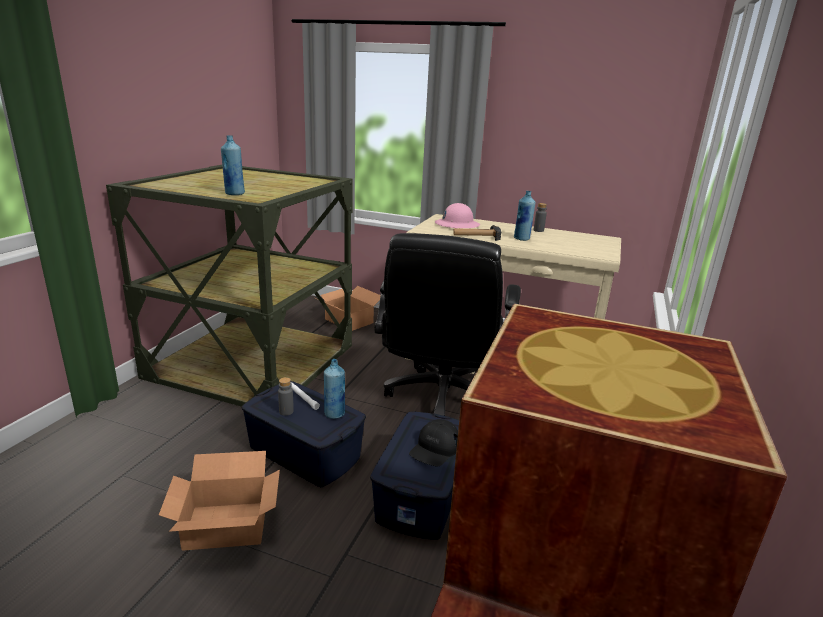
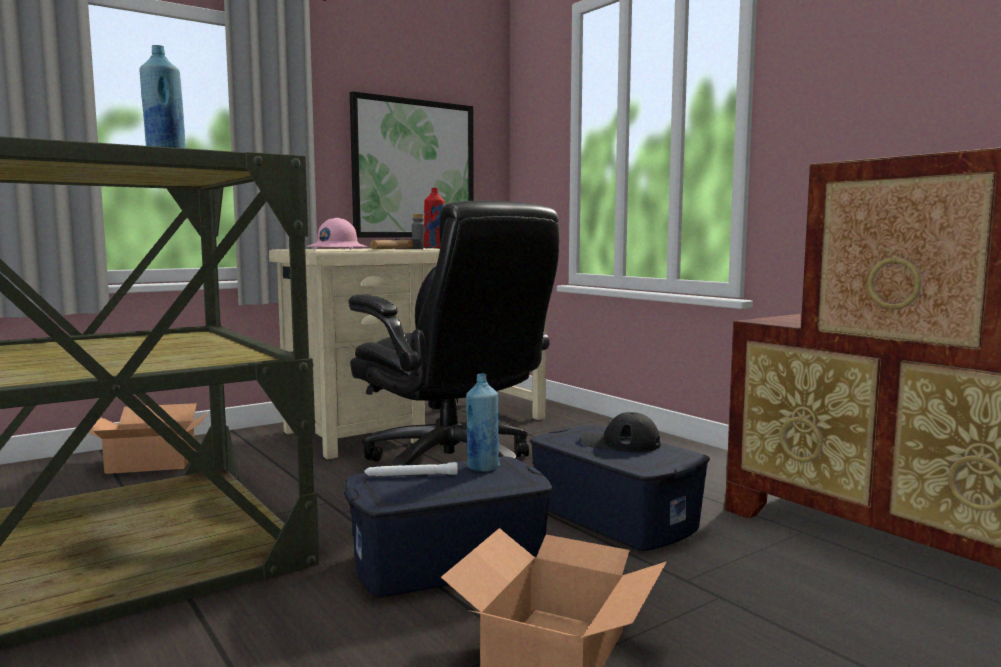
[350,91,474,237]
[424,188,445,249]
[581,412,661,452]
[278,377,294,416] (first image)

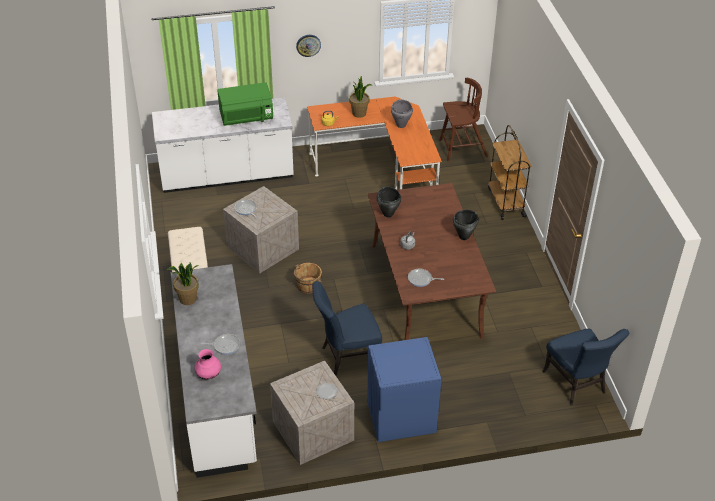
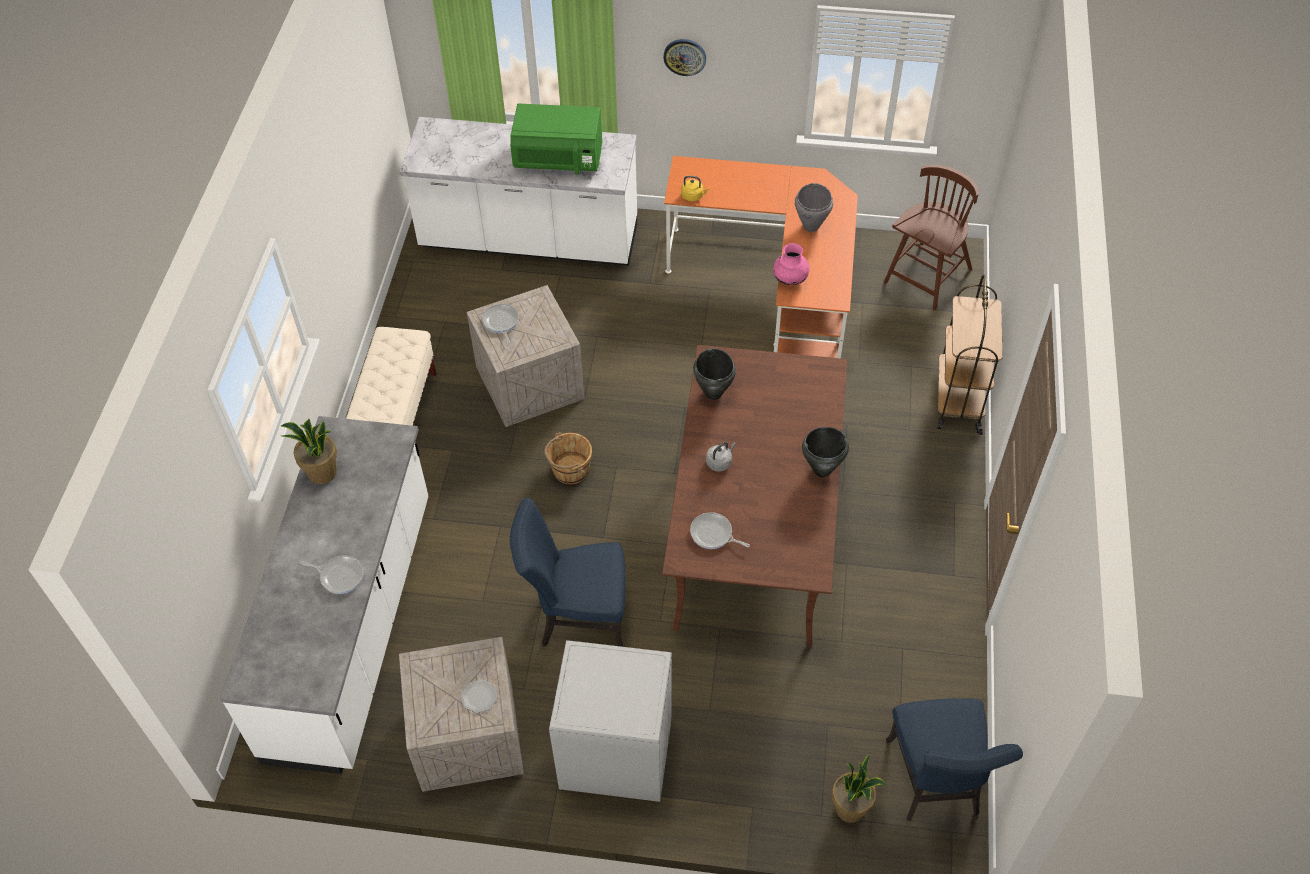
[549,640,672,802]
[773,243,810,285]
[832,755,886,823]
[883,165,979,311]

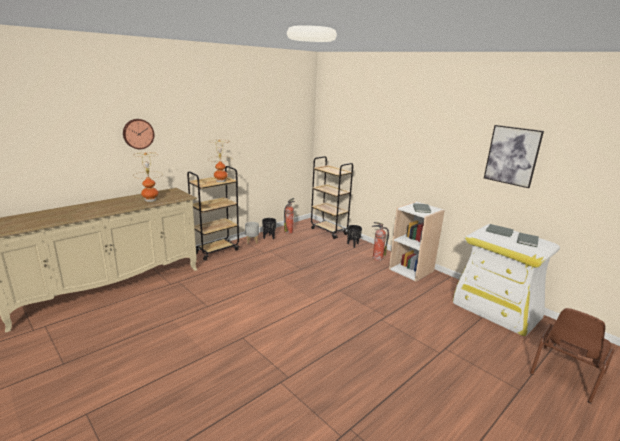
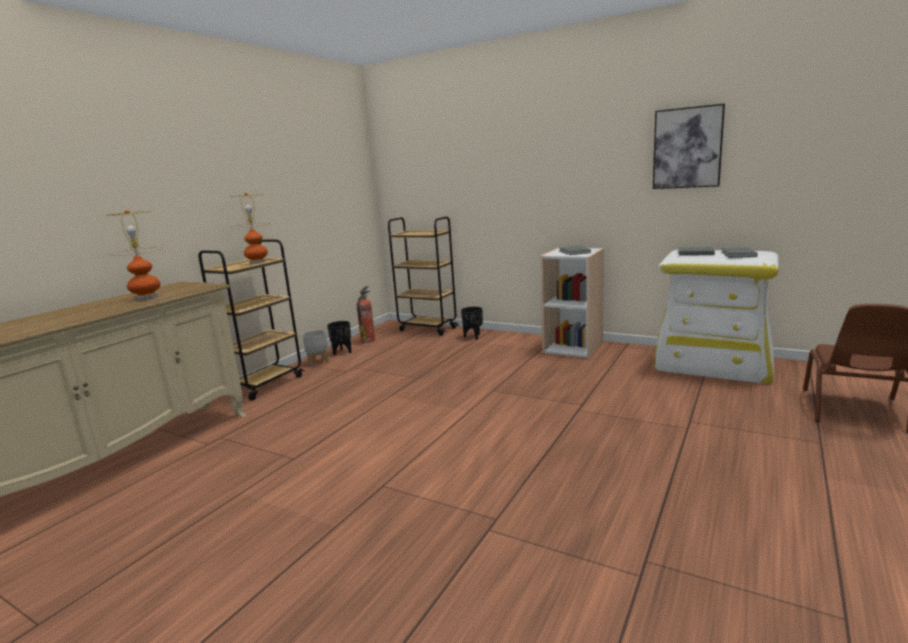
[123,119,154,149] (first image)
[372,222,389,261] (first image)

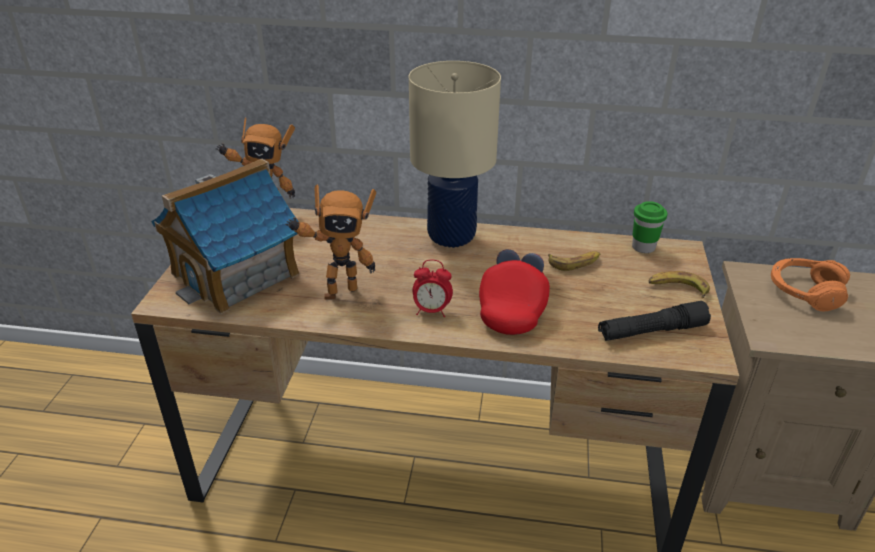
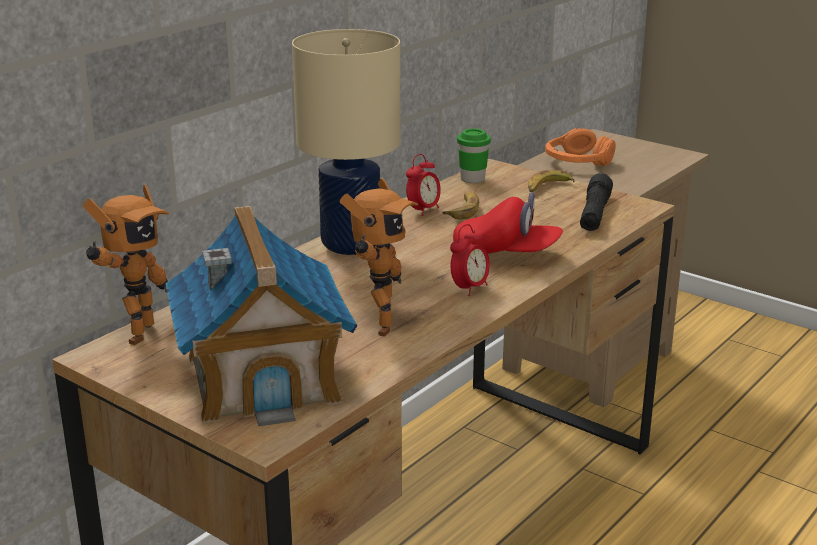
[406,154,441,216]
[453,192,563,253]

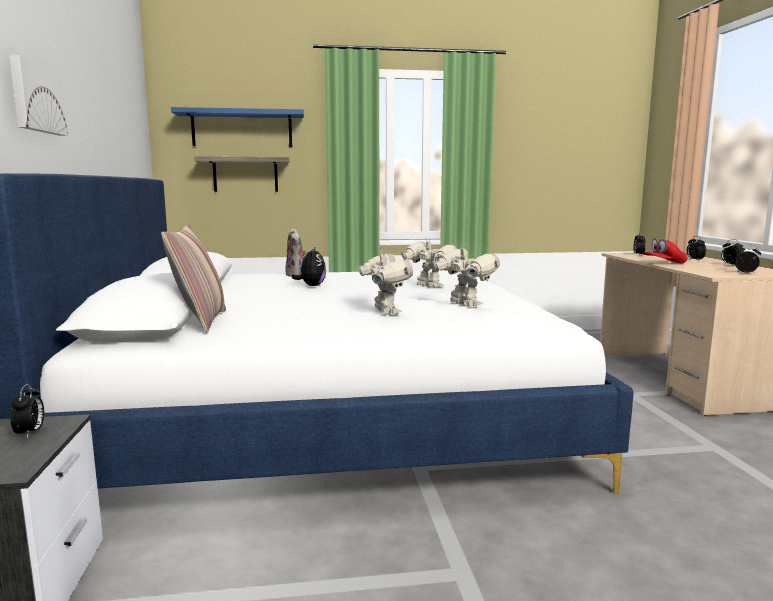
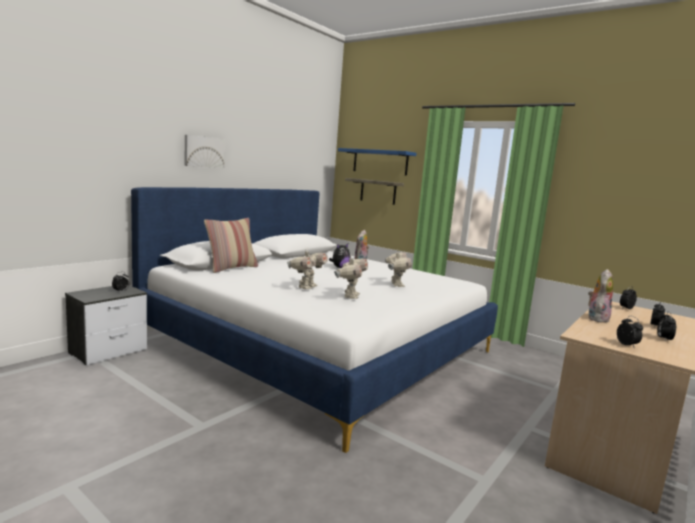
[588,269,613,323]

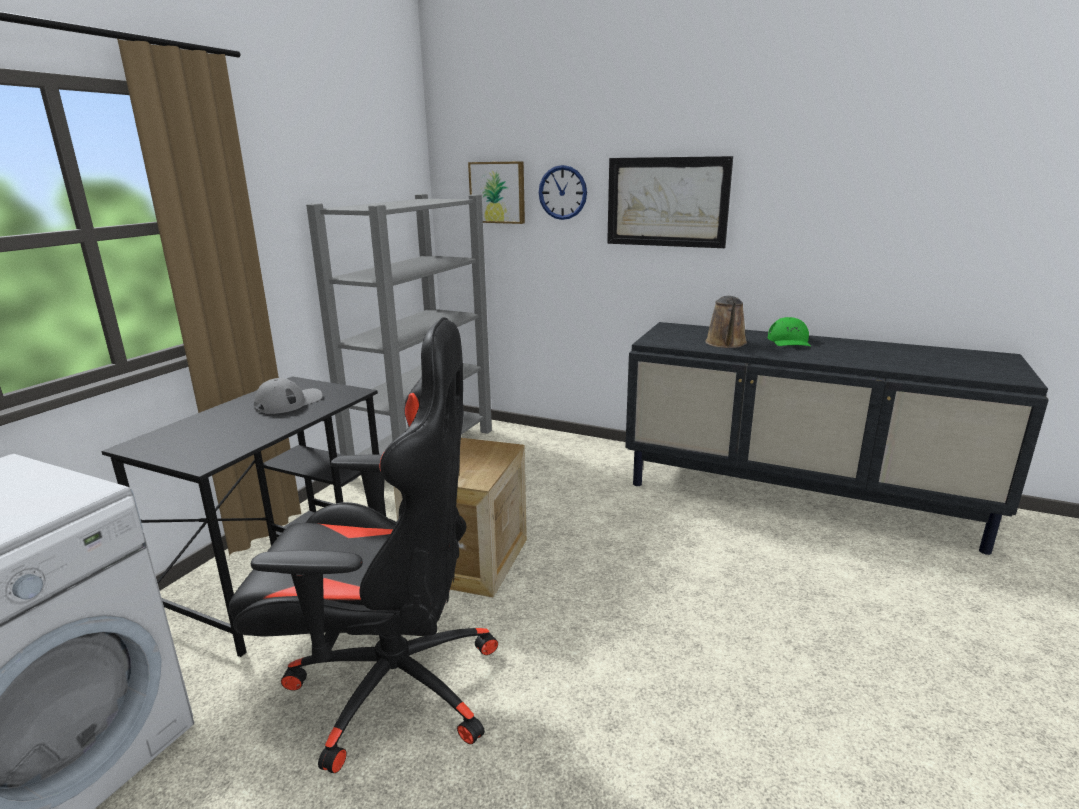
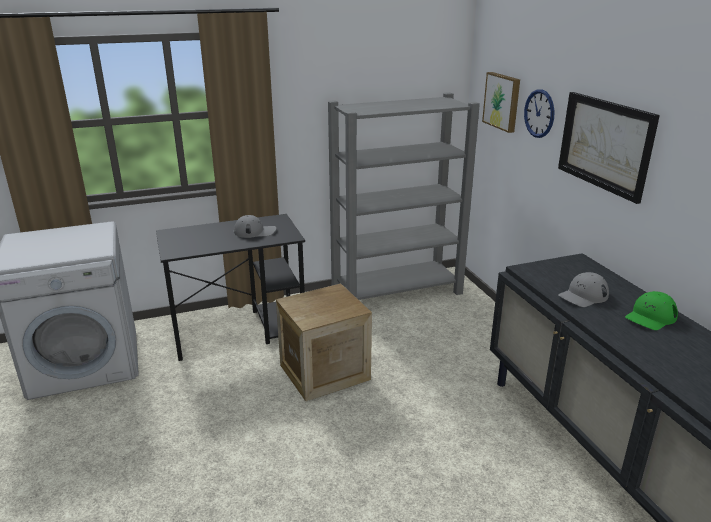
[558,272,609,307]
[229,317,498,773] (first image)

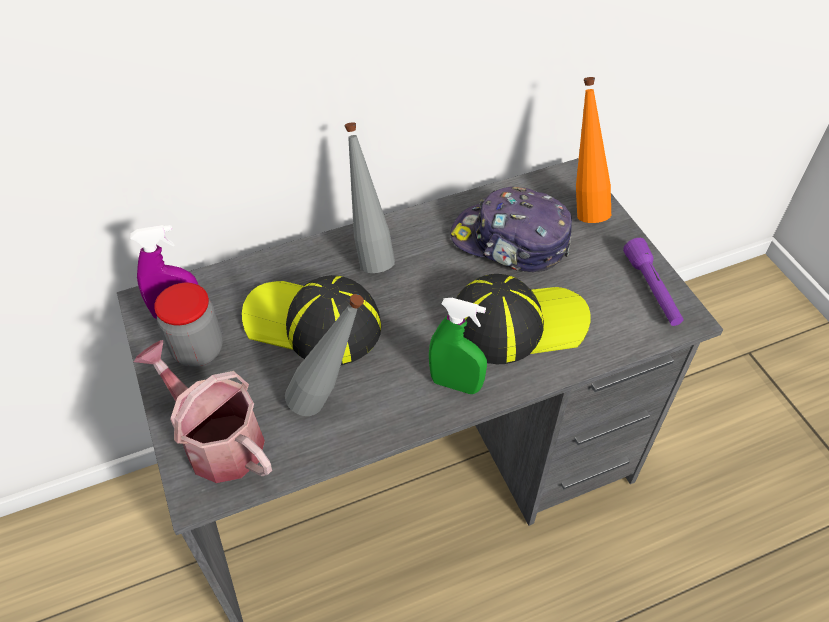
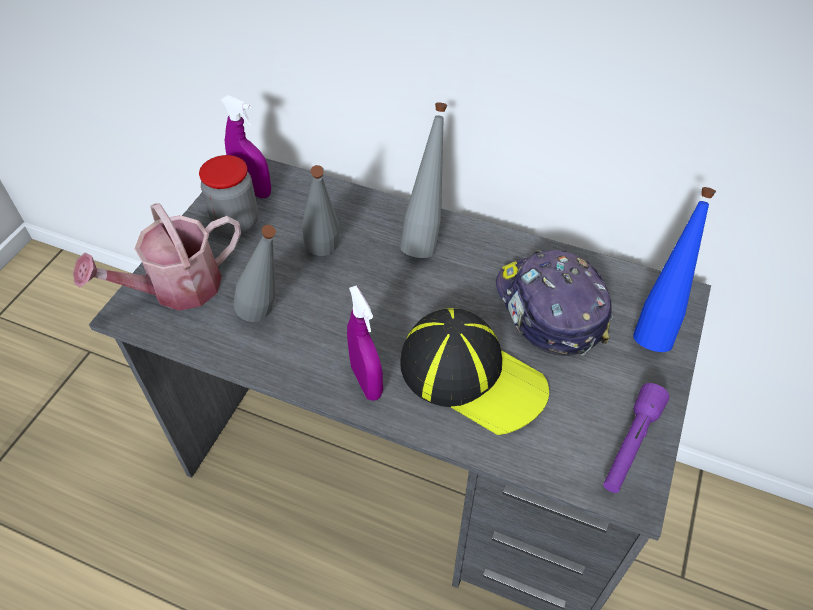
[73,203,241,311]
[302,165,339,256]
[347,285,383,401]
[633,187,716,352]

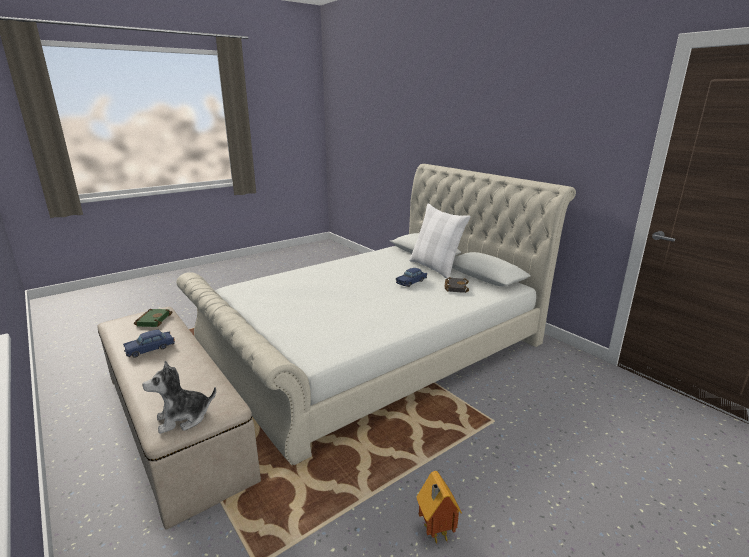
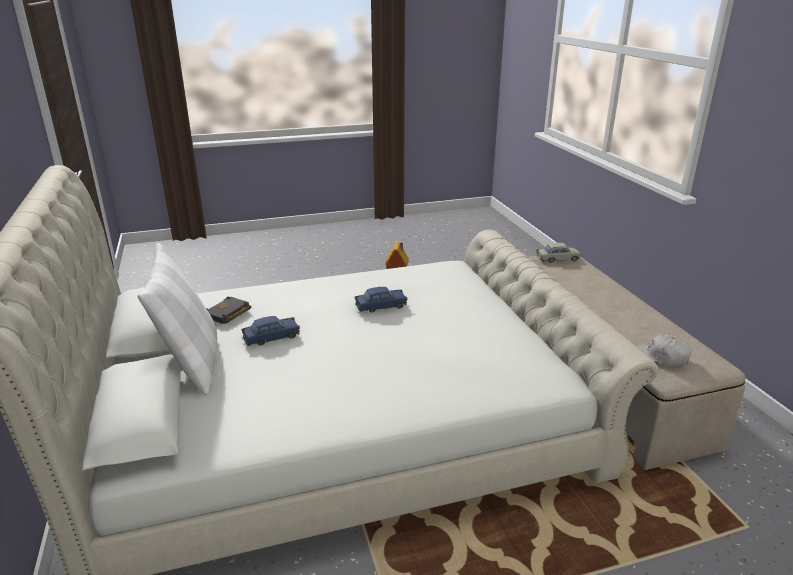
[355,287,407,312]
[537,243,582,263]
[636,334,691,366]

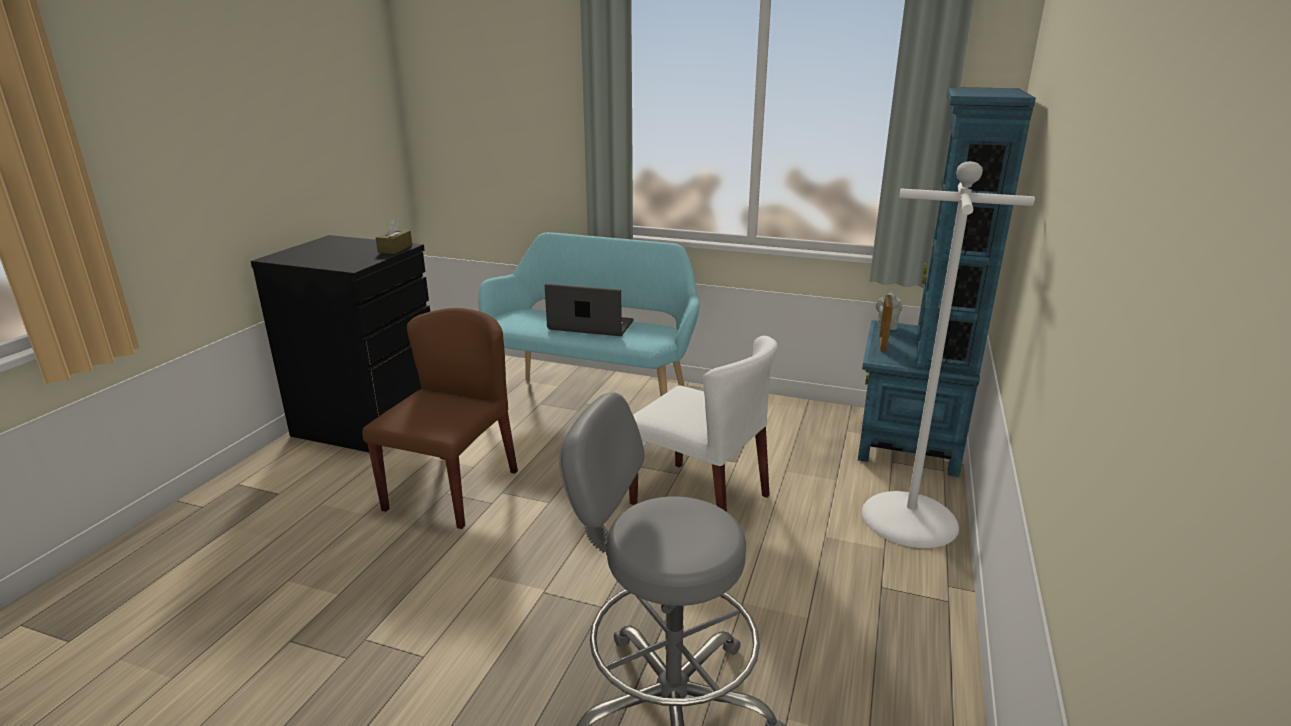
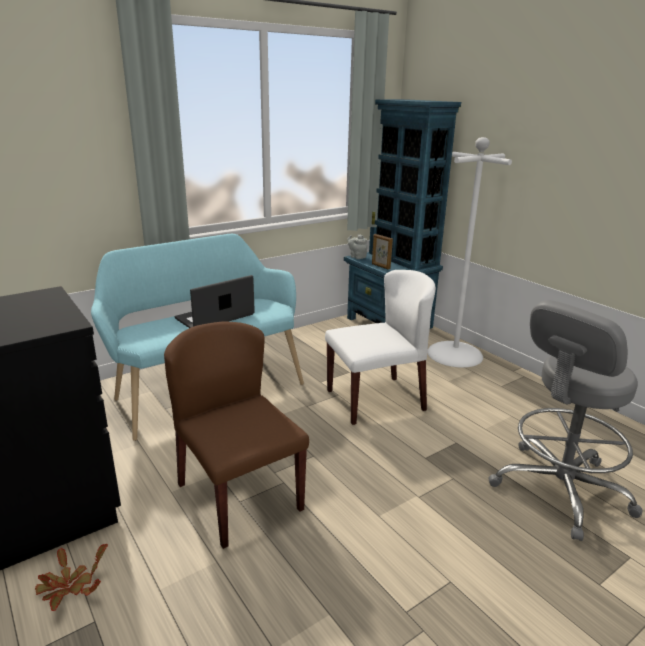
[35,544,108,611]
[376,219,412,254] (first image)

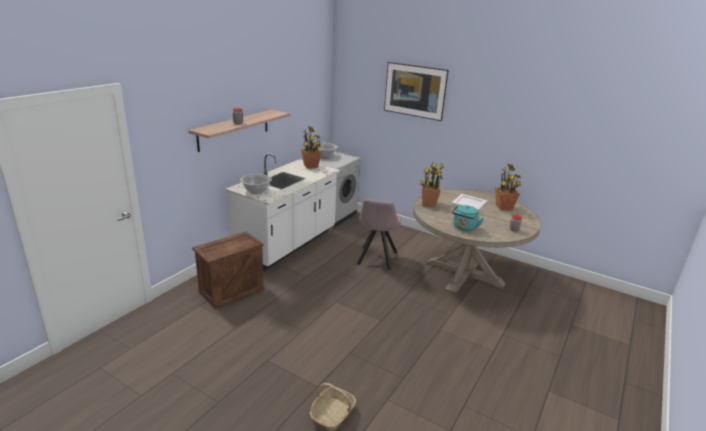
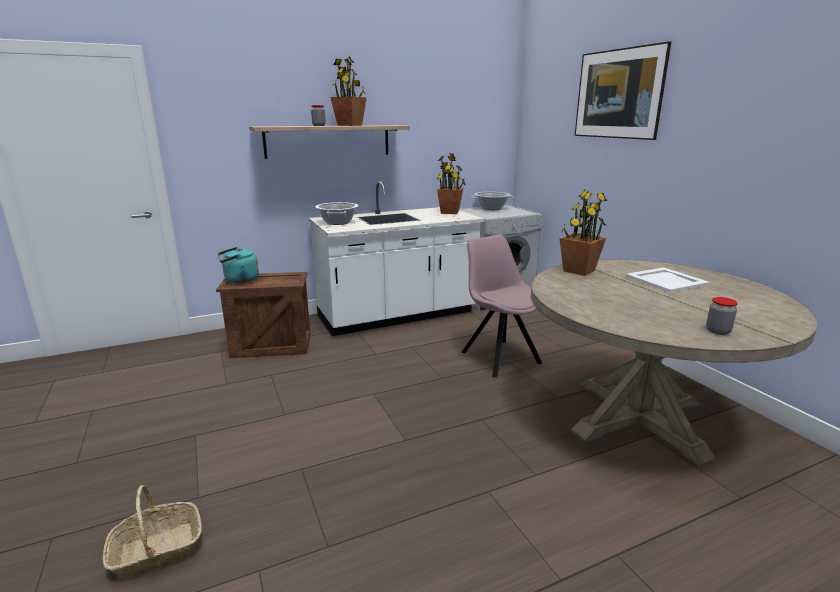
[218,247,259,283]
[330,56,367,126]
[462,235,542,377]

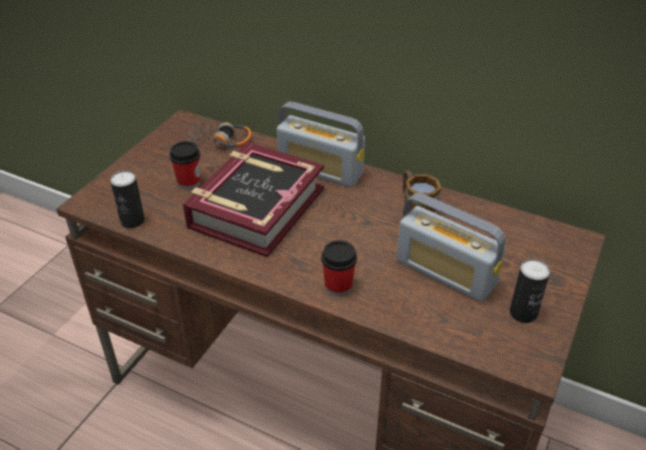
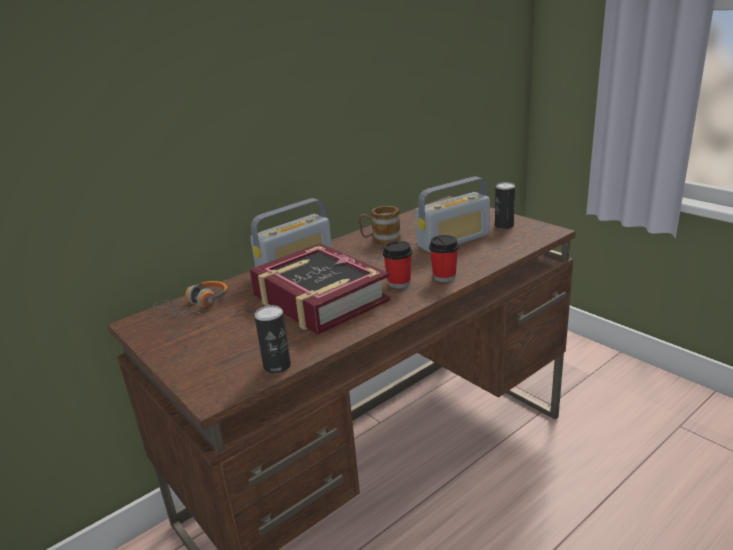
[383,241,412,288]

